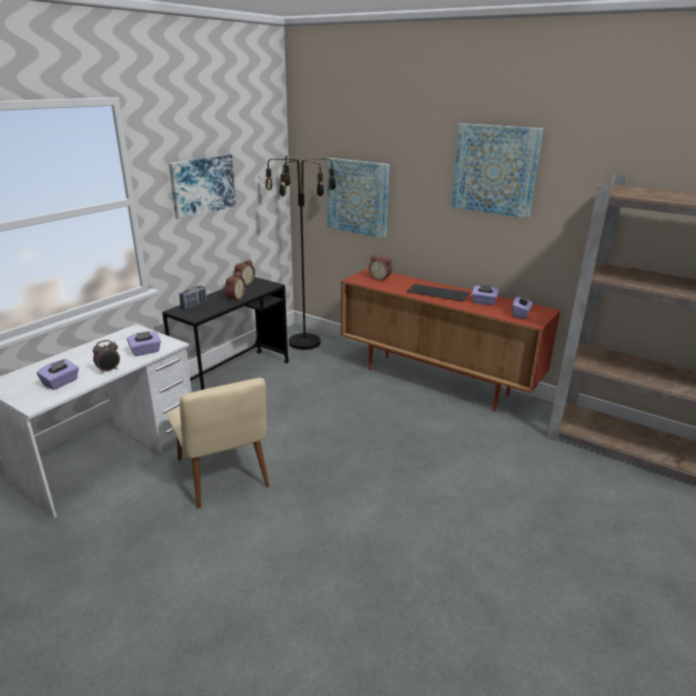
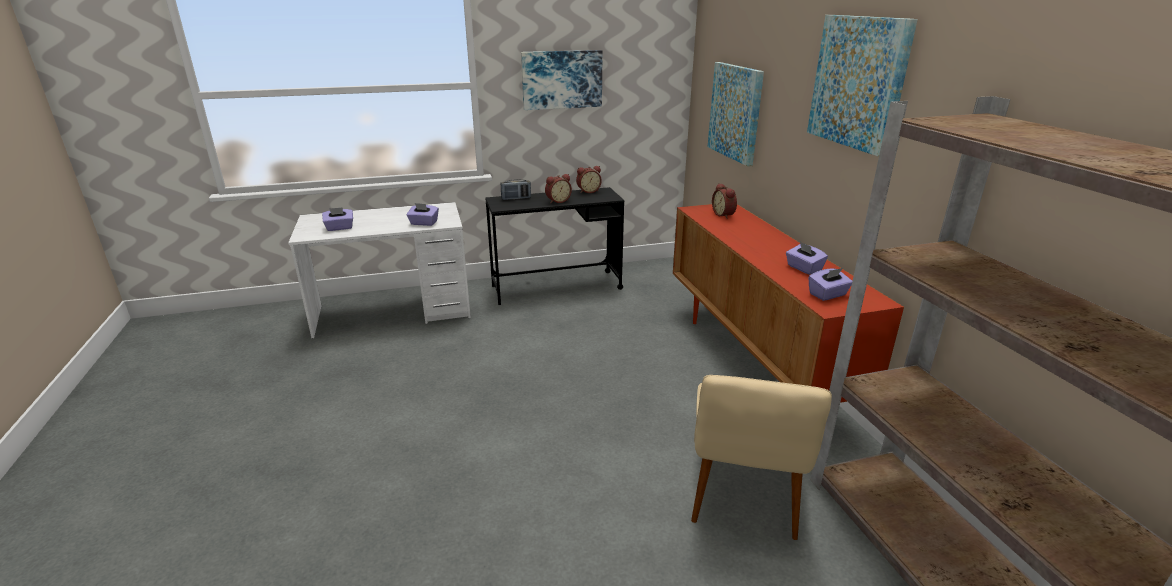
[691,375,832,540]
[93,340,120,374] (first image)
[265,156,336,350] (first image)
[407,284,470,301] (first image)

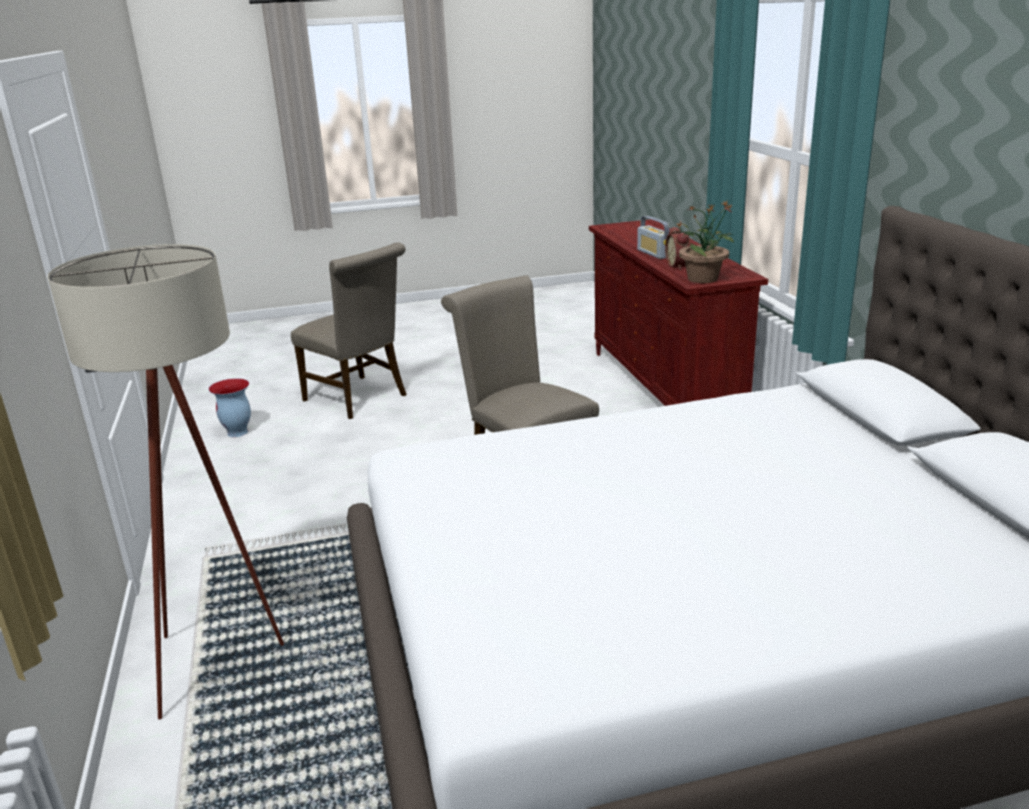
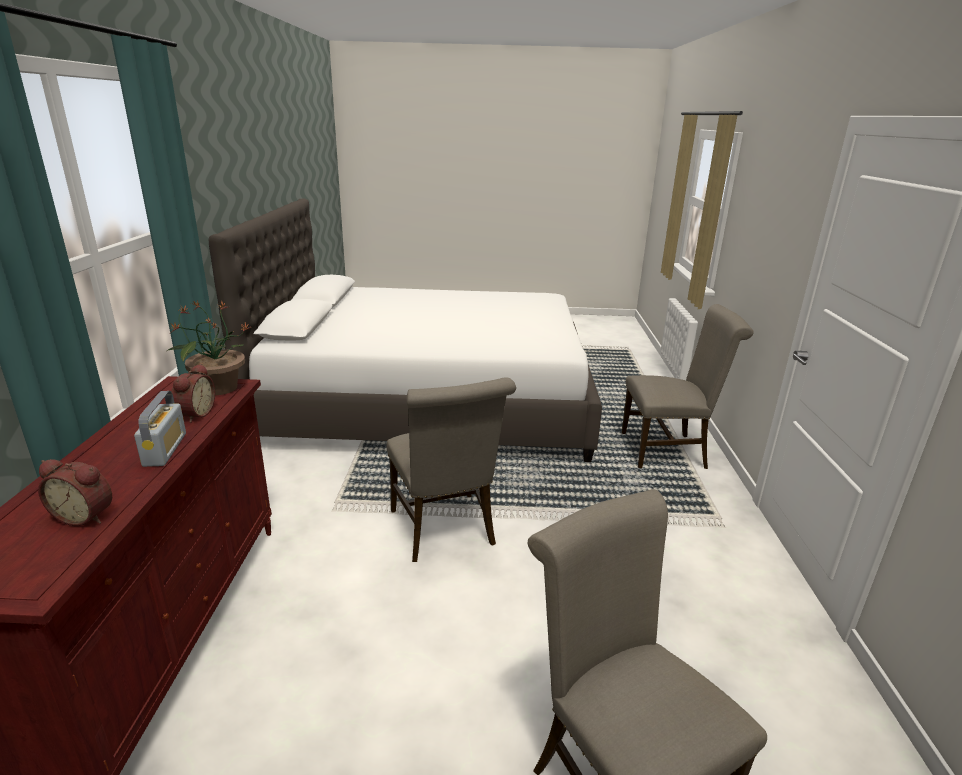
[38,459,112,526]
[622,304,754,469]
[208,378,251,437] (first image)

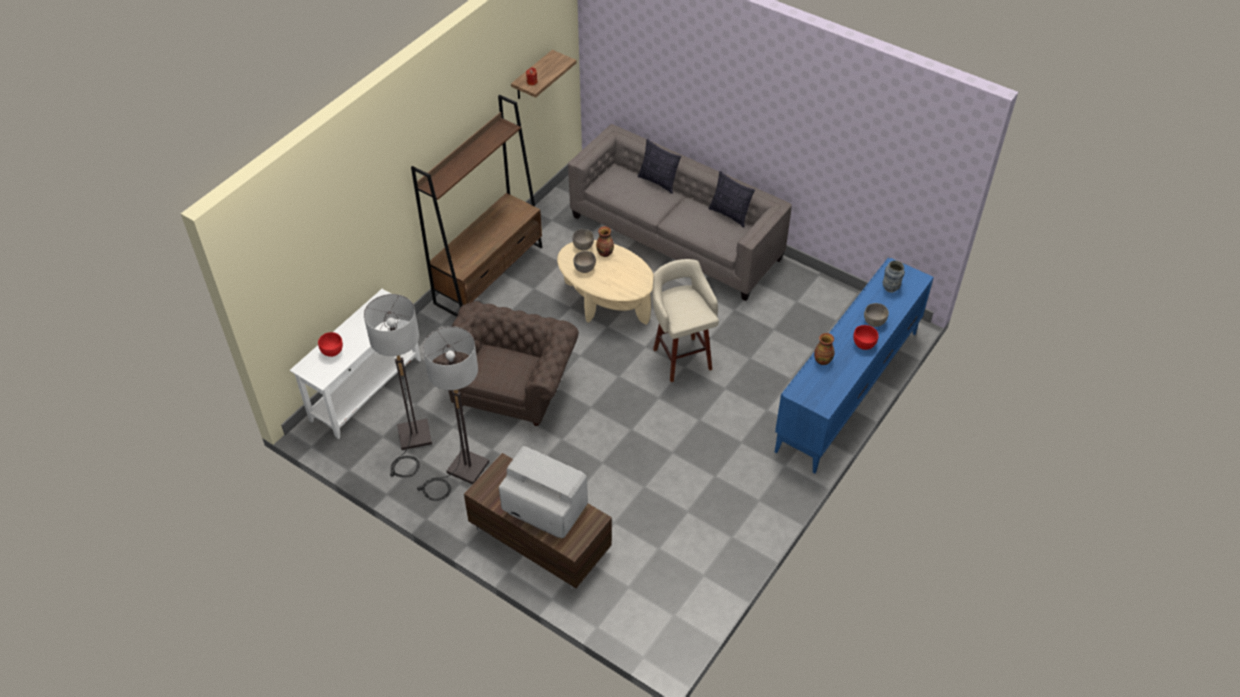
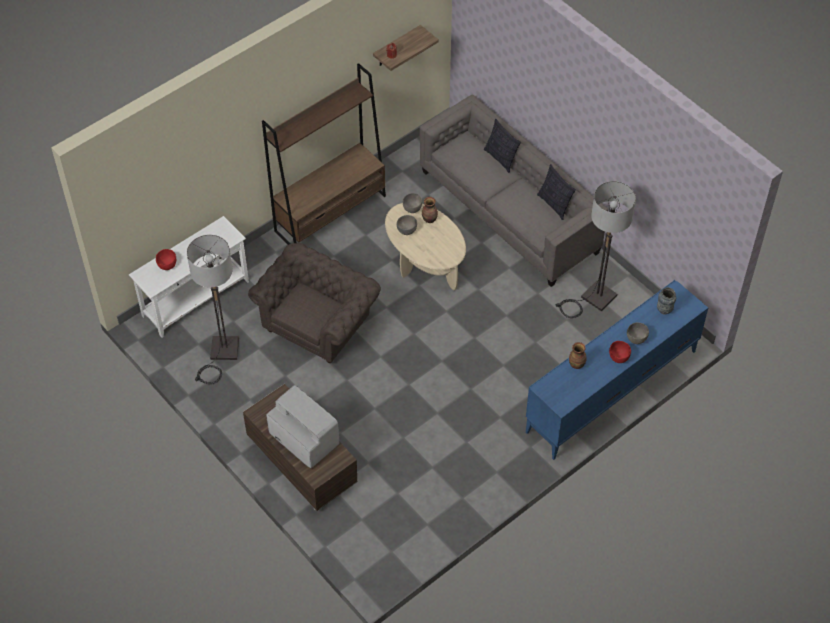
[556,181,636,318]
[652,259,719,382] (first image)

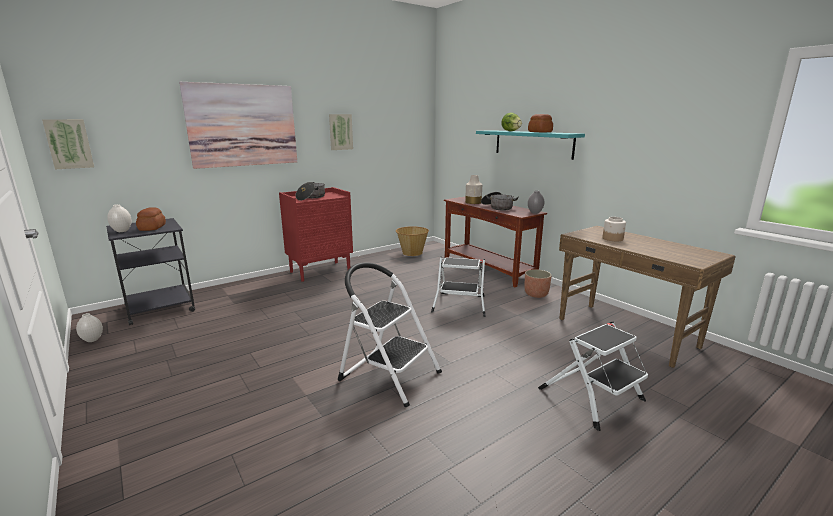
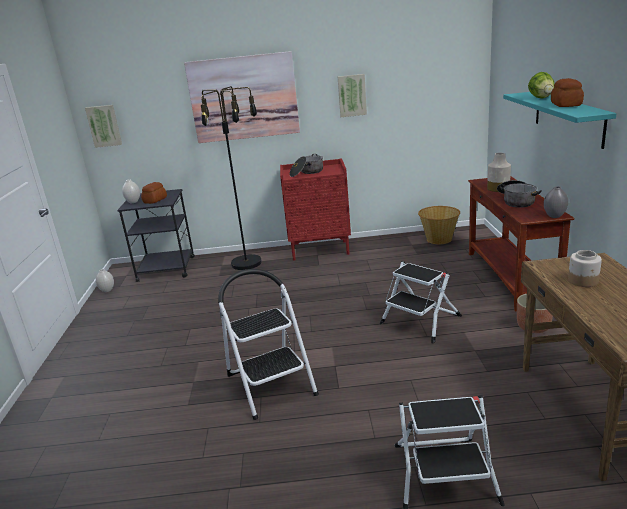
[201,86,262,270]

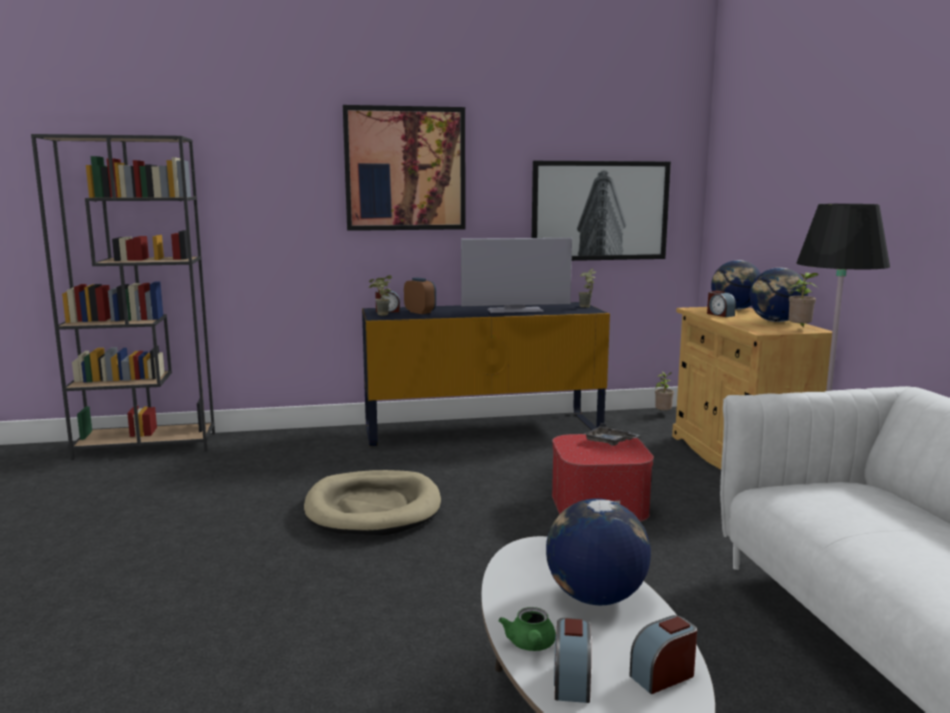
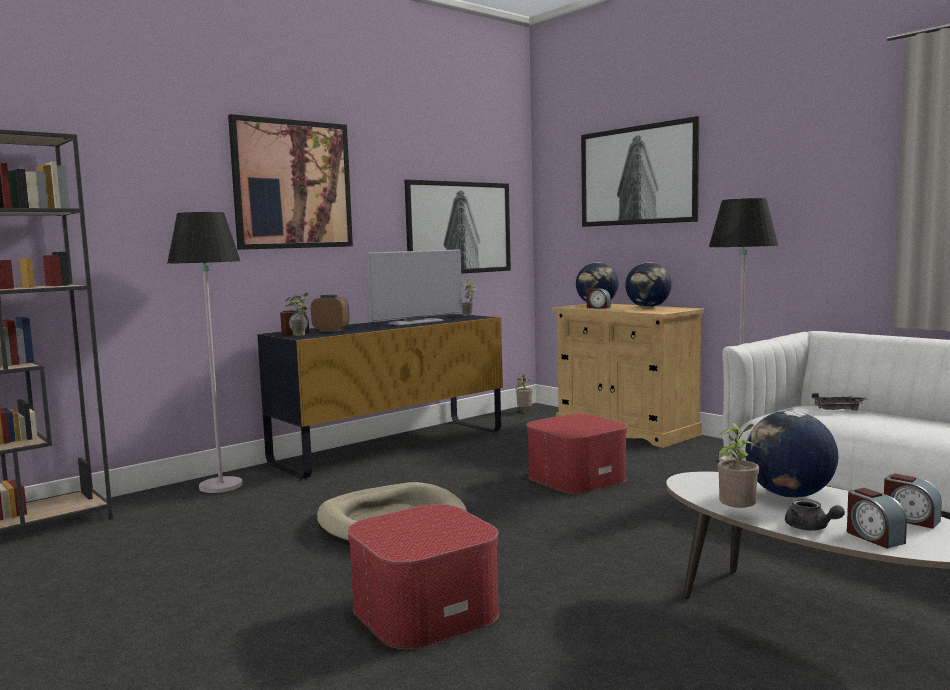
[167,212,243,493]
[347,504,499,649]
[581,116,699,227]
[717,422,759,508]
[785,499,845,531]
[812,393,868,411]
[884,474,942,529]

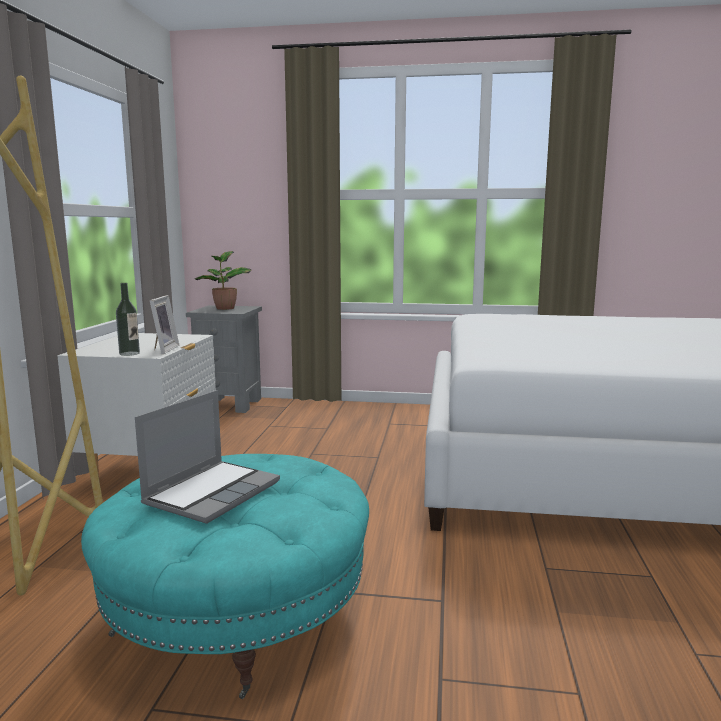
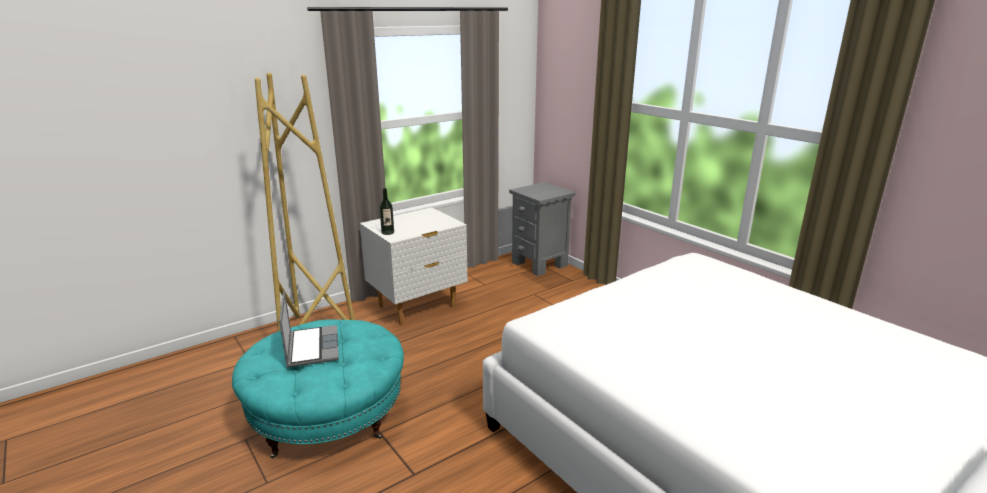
[279,290,339,367]
[150,295,179,354] (first image)
[195,251,251,310] (first image)

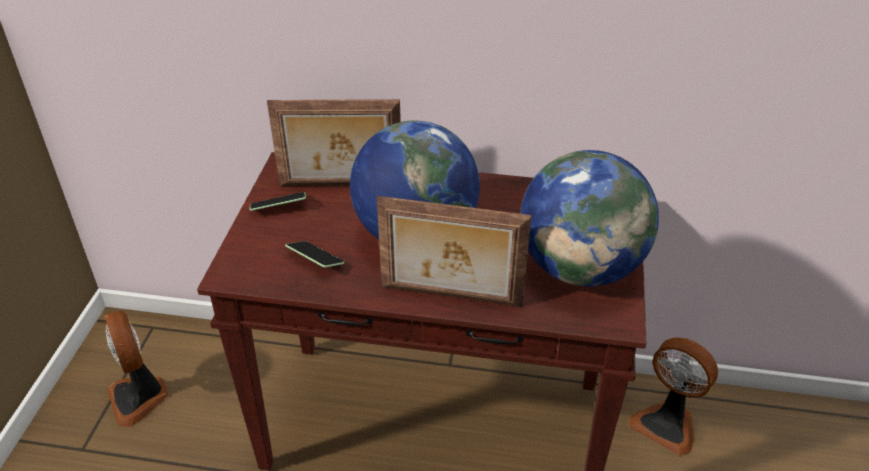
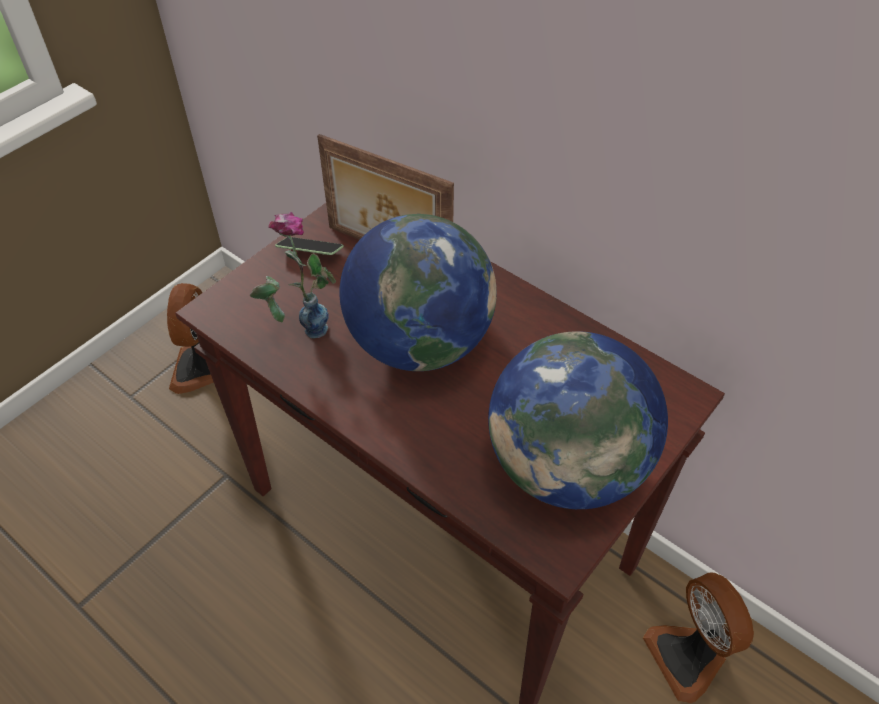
[250,212,336,339]
[377,196,532,307] (first image)

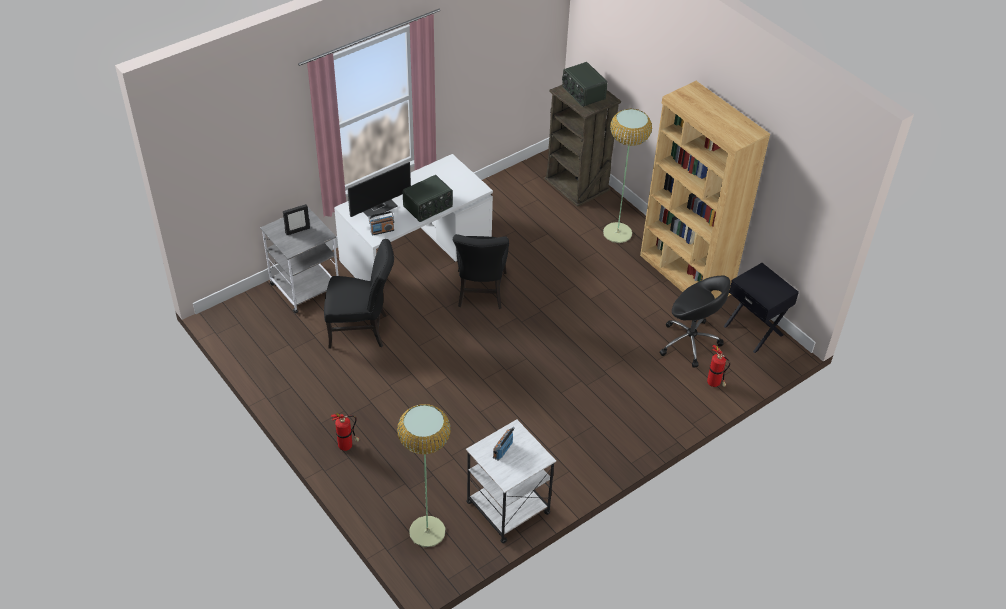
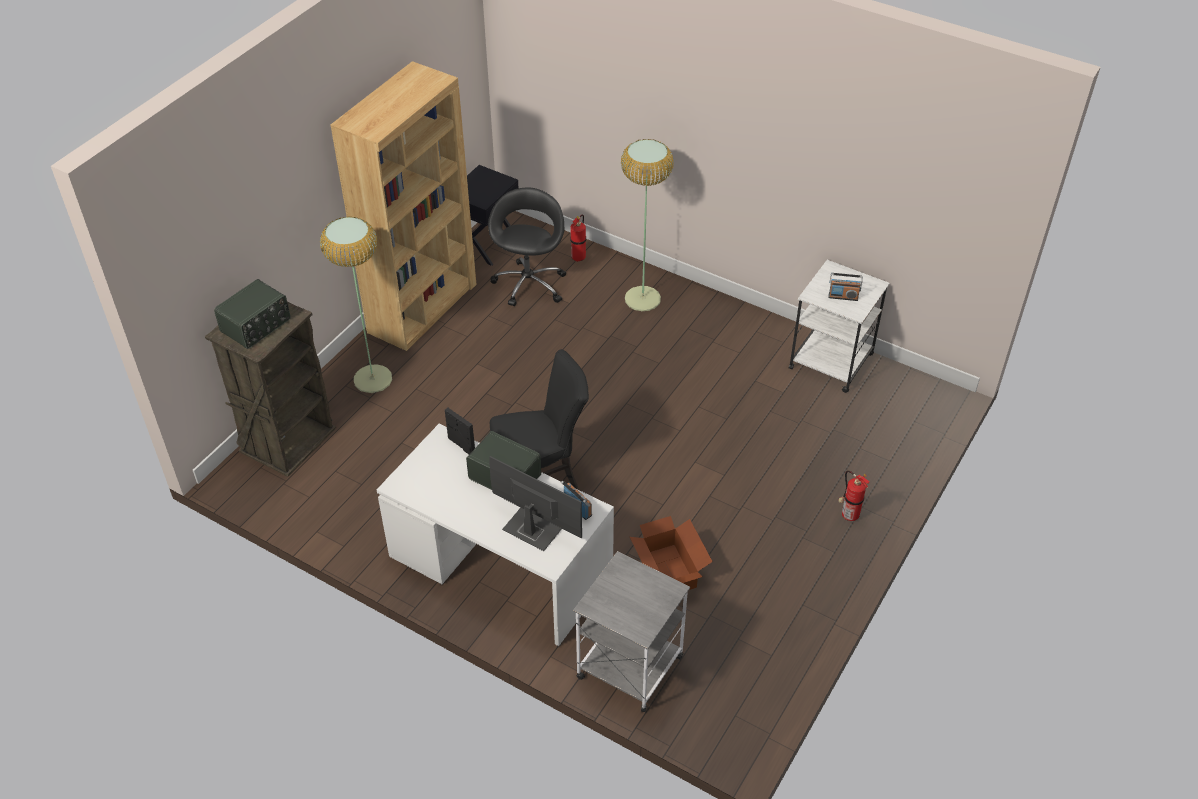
[445,408,475,455]
[621,139,674,311]
[630,516,713,590]

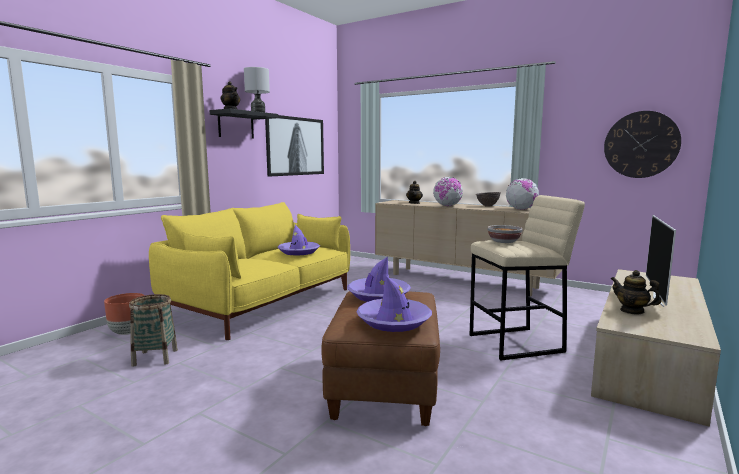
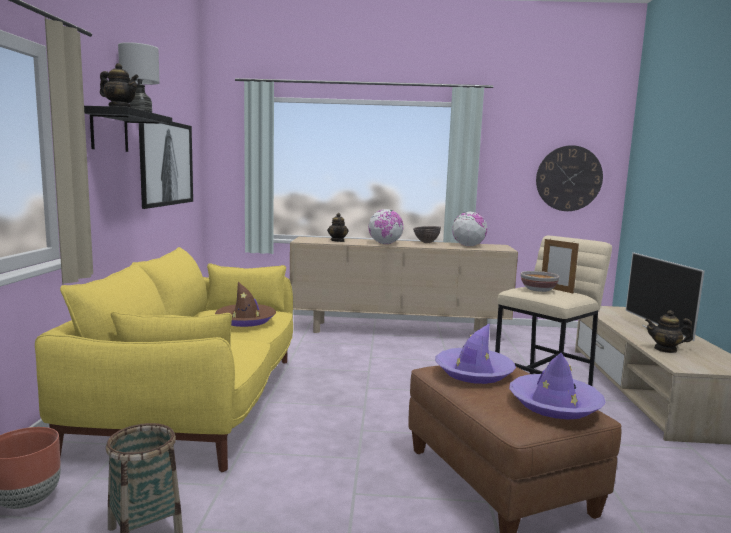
[215,282,276,327]
[542,239,579,294]

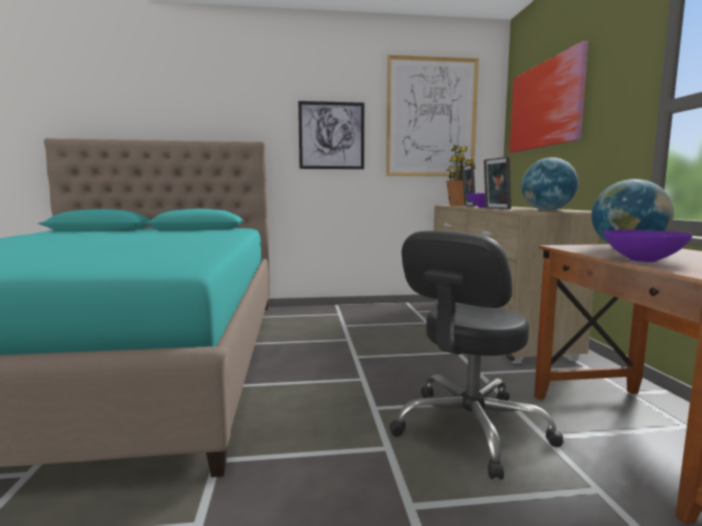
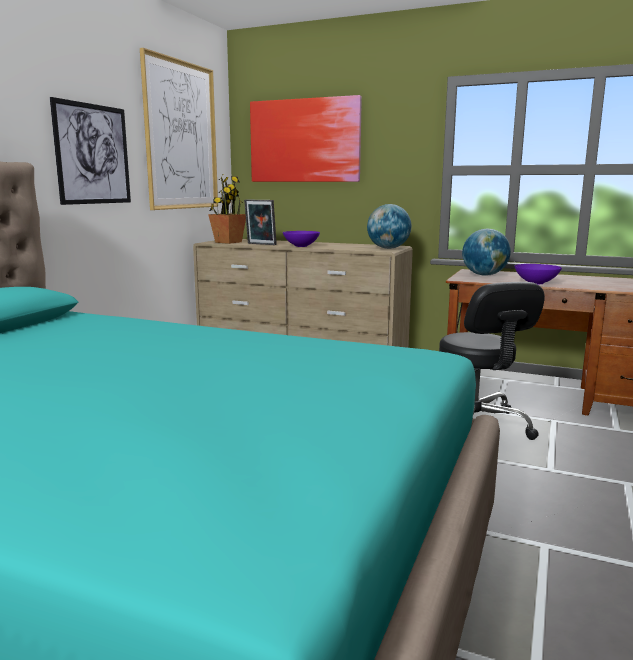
[484,156,511,209] (first image)

